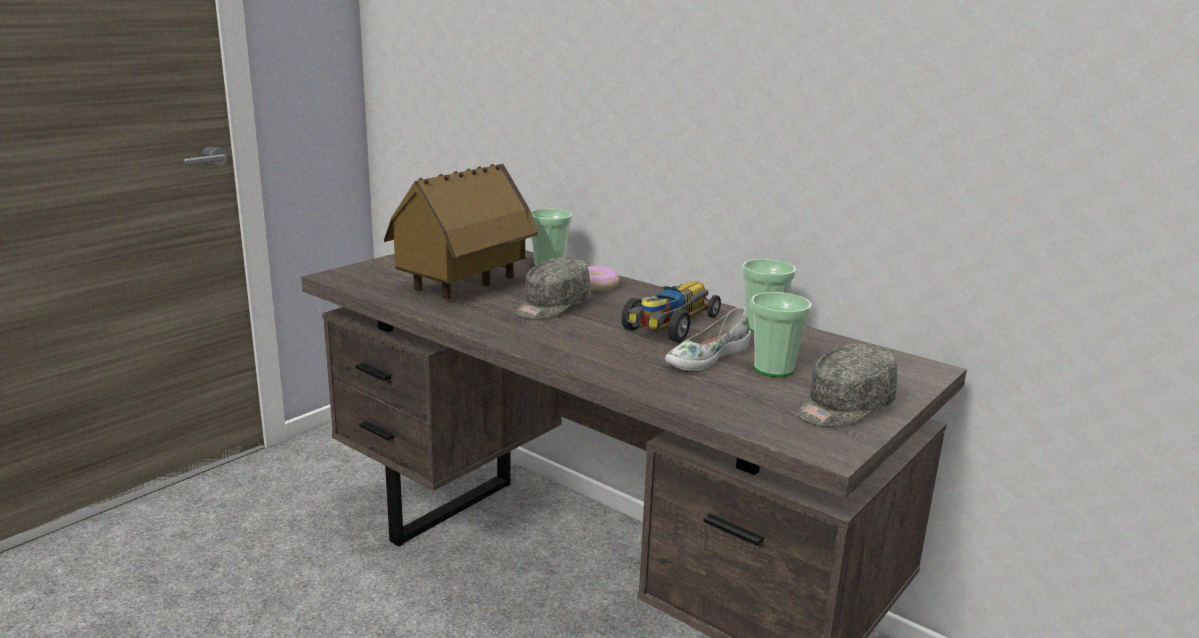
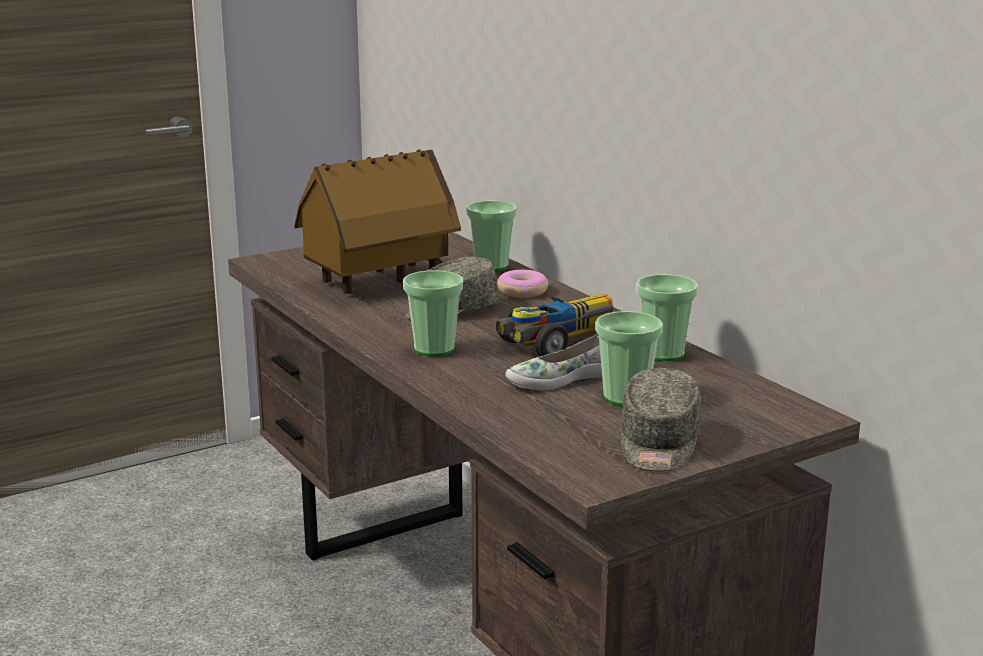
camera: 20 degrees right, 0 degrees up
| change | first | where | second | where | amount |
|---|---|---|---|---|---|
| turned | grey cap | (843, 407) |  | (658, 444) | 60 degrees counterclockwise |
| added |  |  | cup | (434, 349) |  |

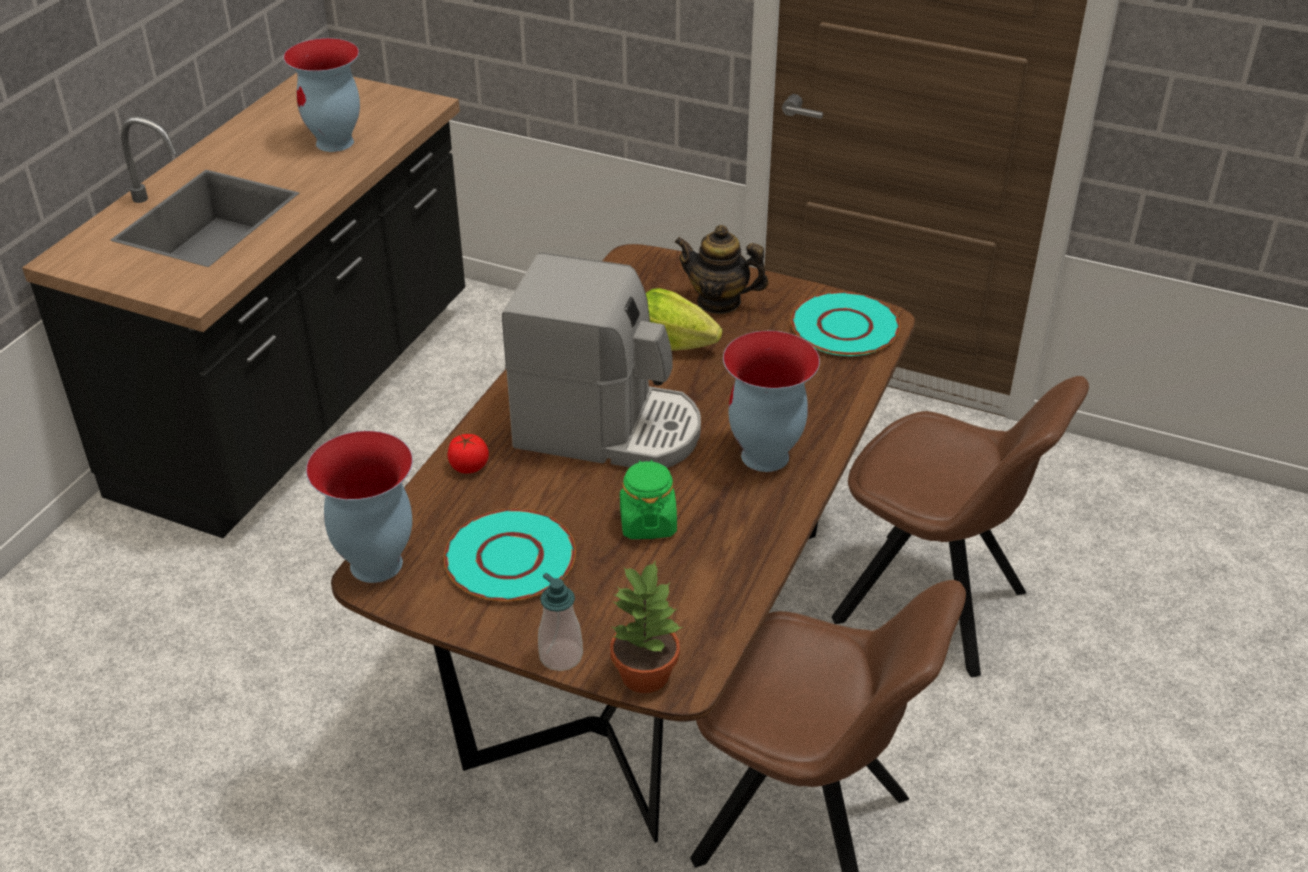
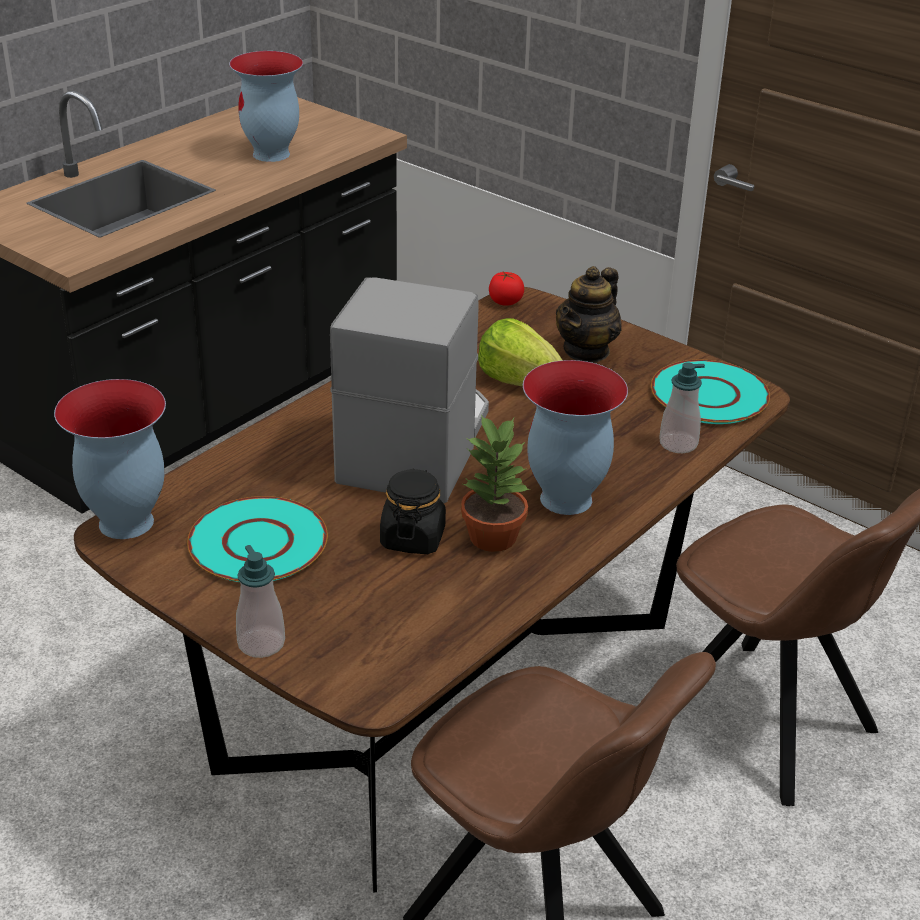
camera: 15 degrees right, 5 degrees down
| change | first | where | second | where | amount |
|---|---|---|---|---|---|
| moved | tomato | (469, 466) |  | (505, 301) |  |
| turned | coffee machine | (608, 429) |  | (416, 445) | 105 degrees counterclockwise |
| moved | potted plant | (645, 673) |  | (493, 536) |  |
| recoloured | green jar | (647, 523) | black jar | (413, 538) |  |
| turned | teapot | (719, 302) |  | (587, 351) | 90 degrees counterclockwise |
| added |  |  | soap dispenser | (678, 444) |  |

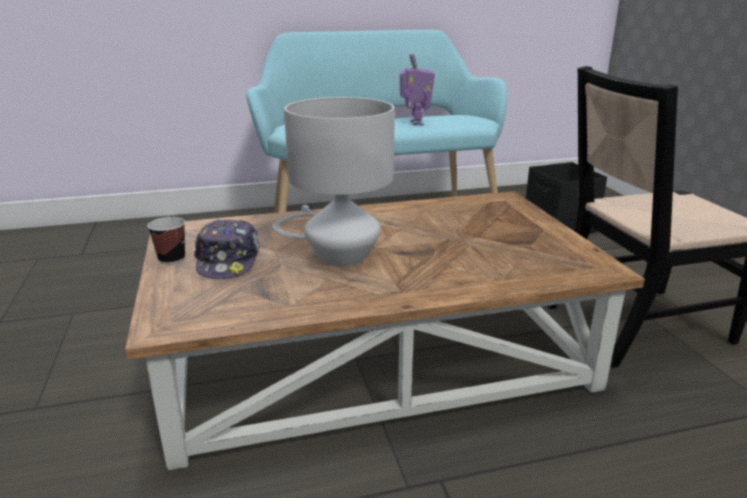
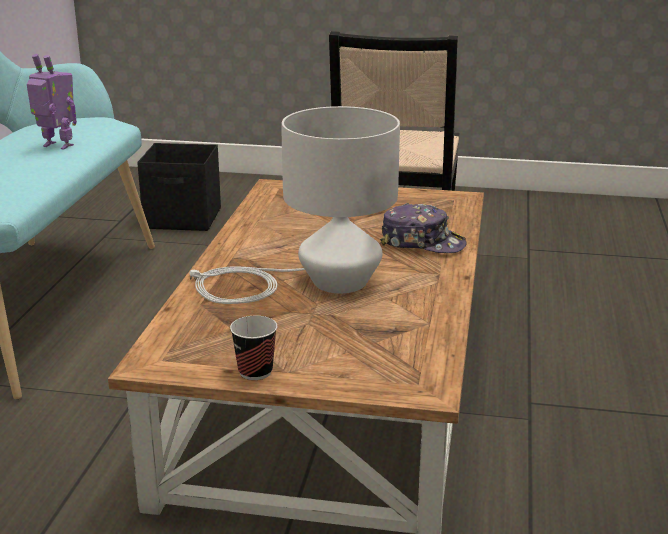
camera: 65 degrees left, 0 degrees up
| change | first | where | second | where | amount |
|---|---|---|---|---|---|
| moved | cap | (229, 261) |  | (422, 243) |  |

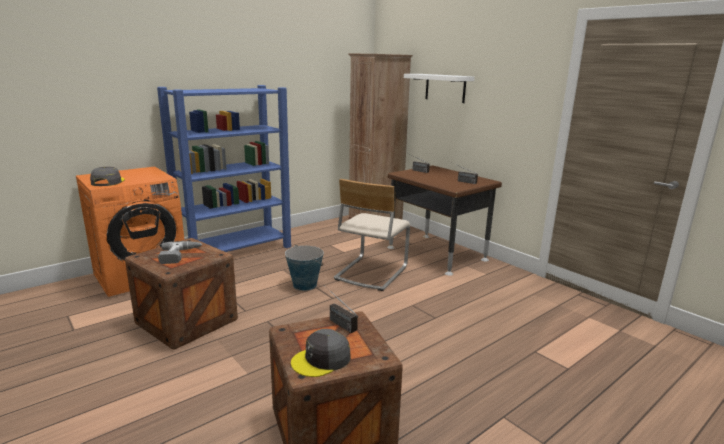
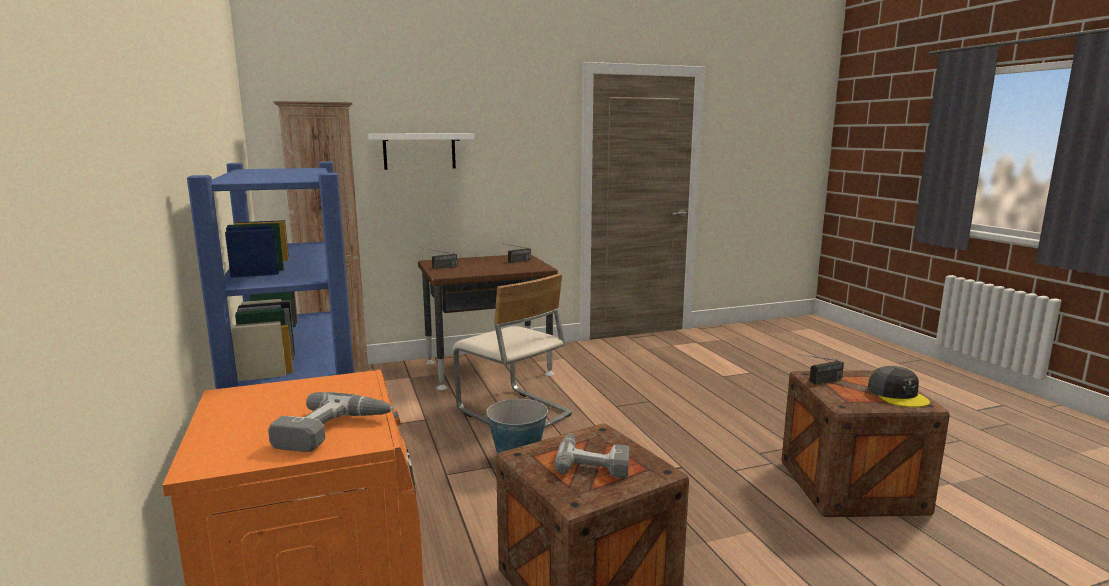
camera: 70 degrees left, 5 degrees down
| change | first | where | second | where | amount |
|---|---|---|---|---|---|
| replaced | grey cap | (107, 182) | power drill | (334, 431) |  |

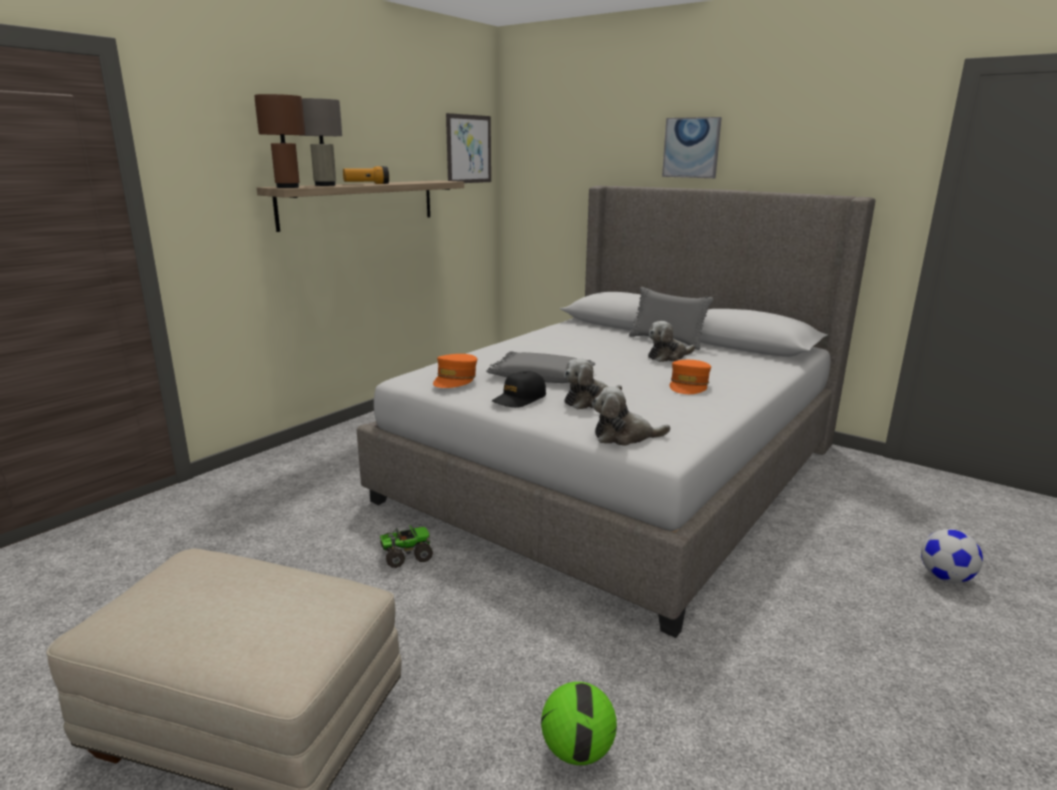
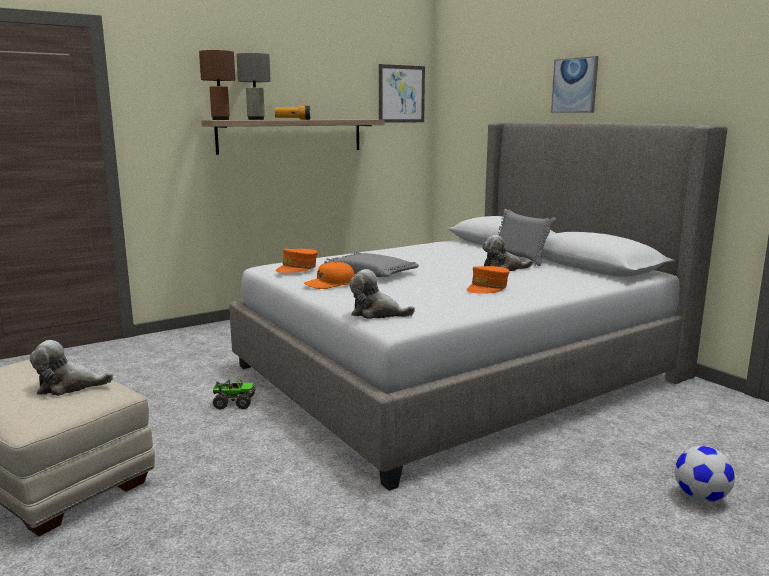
camera: 20 degrees right, 5 degrees down
| change | first | where | second | where | amount |
|---|---|---|---|---|---|
| recoloured | black cap | (519, 399) | orange cap | (330, 284) |  |
| removed | football | (577, 751) |  |  |  |
| moved | plush toy | (589, 401) |  | (68, 387) |  |

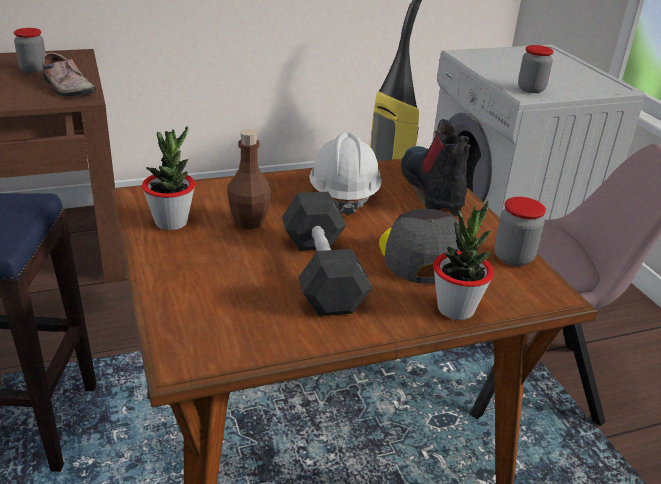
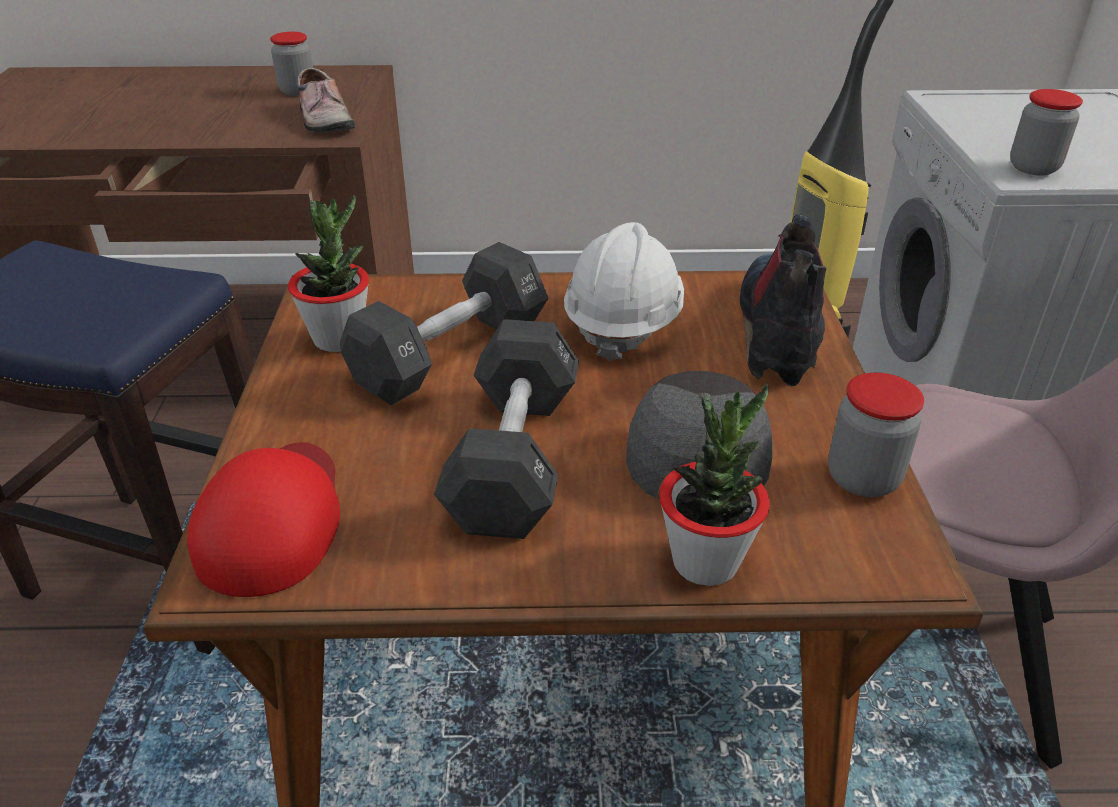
camera: 20 degrees right, 5 degrees up
| change | first | where | second | where | amount |
|---|---|---|---|---|---|
| replaced | brown bottle | (249, 222) | black dumbbell | (450, 353) |  |
| added |  |  | red cap | (274, 520) |  |

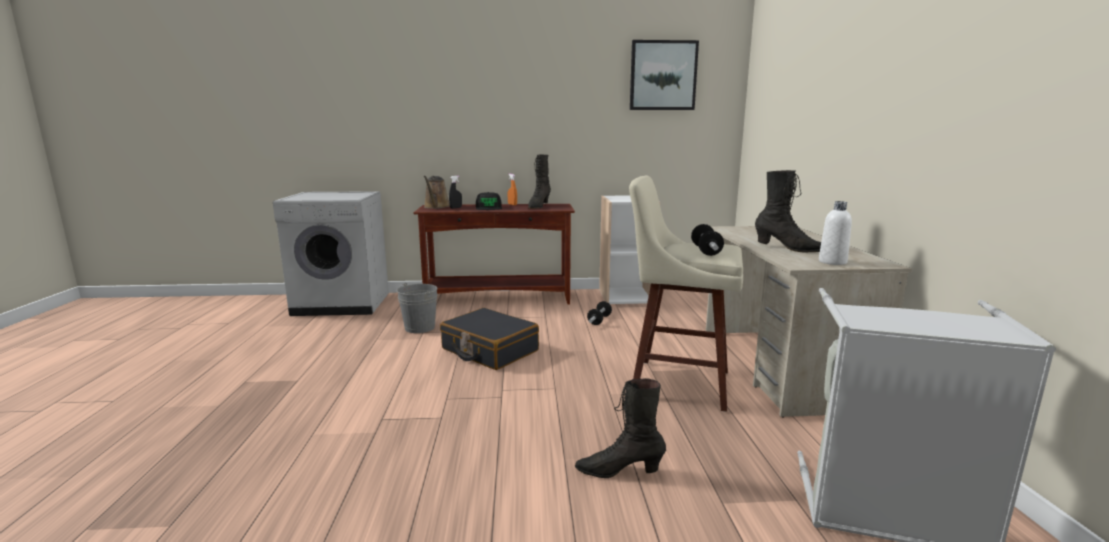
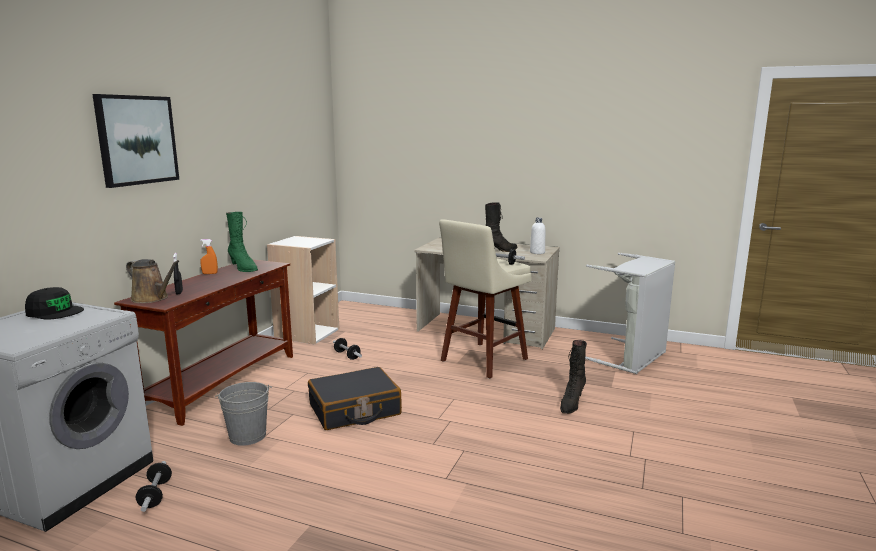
camera: 65 degrees left, 0 degrees up
| change | first | where | second | where | amount |
|---|---|---|---|---|---|
| moved | black cap | (489, 208) |  | (55, 312) |  |
| recoloured | black boot | (538, 206) | green boot | (243, 268) |  |
| moved | picture | (663, 75) |  | (136, 140) |  |
| added |  |  | dumbbell | (155, 495) |  |

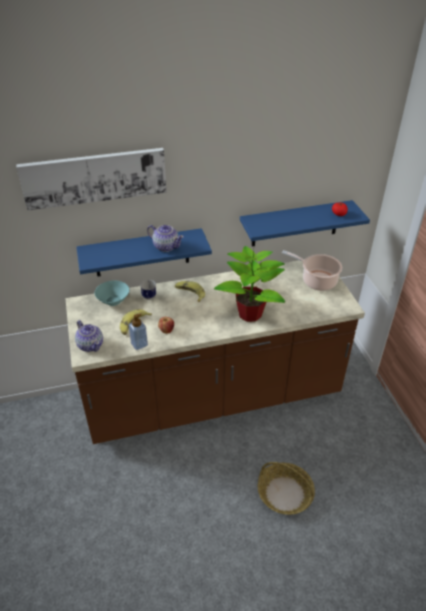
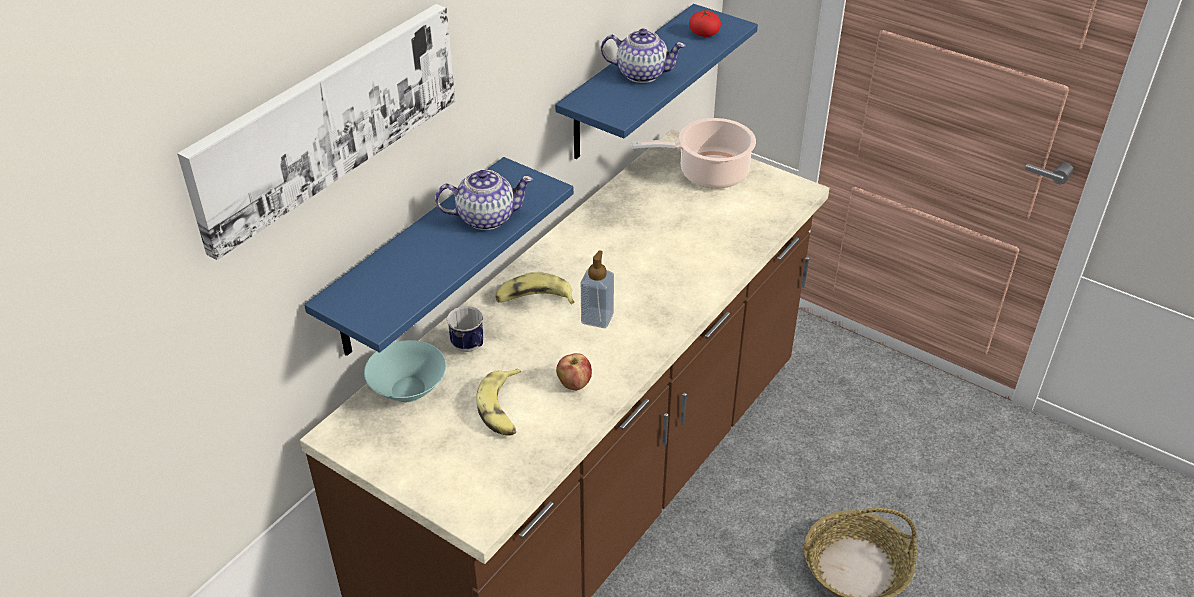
camera: 40 degrees left, 0 degrees up
| change | first | where | second | where | amount |
|---|---|---|---|---|---|
| moved | teapot | (90, 345) |  | (641, 74) |  |
| moved | soap dispenser | (139, 344) |  | (597, 318) |  |
| removed | potted plant | (250, 314) |  |  |  |

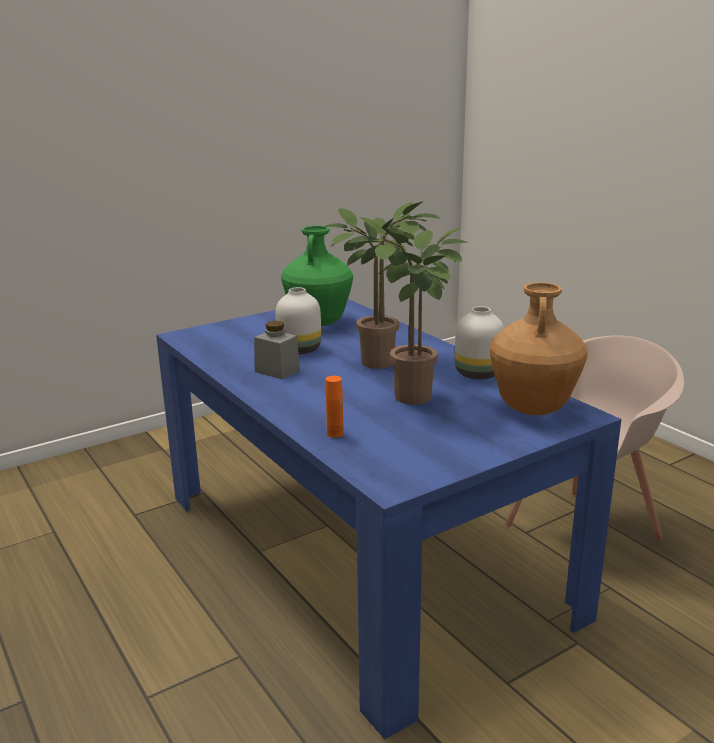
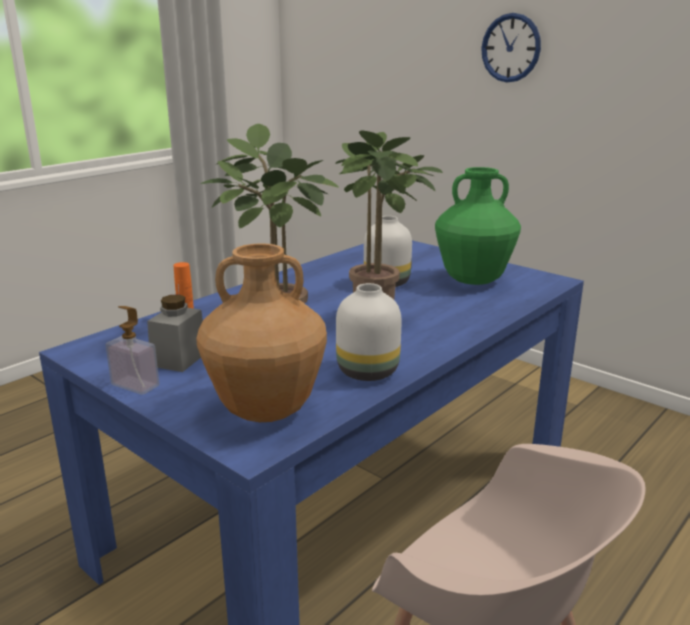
camera: 75 degrees right, 0 degrees up
| change | first | where | second | where | amount |
|---|---|---|---|---|---|
| moved | grey jar | (277, 371) |  | (179, 359) |  |
| added |  |  | soap dispenser | (135, 385) |  |
| added |  |  | wall clock | (511, 48) |  |

